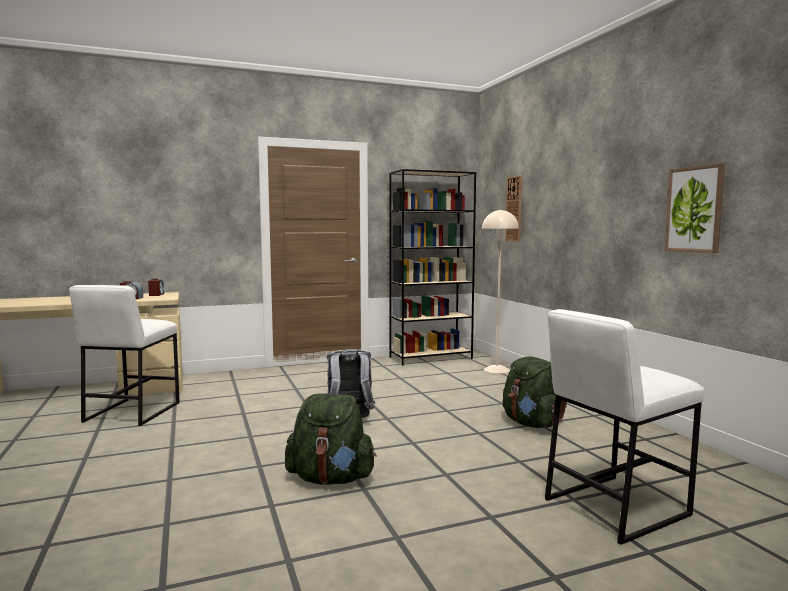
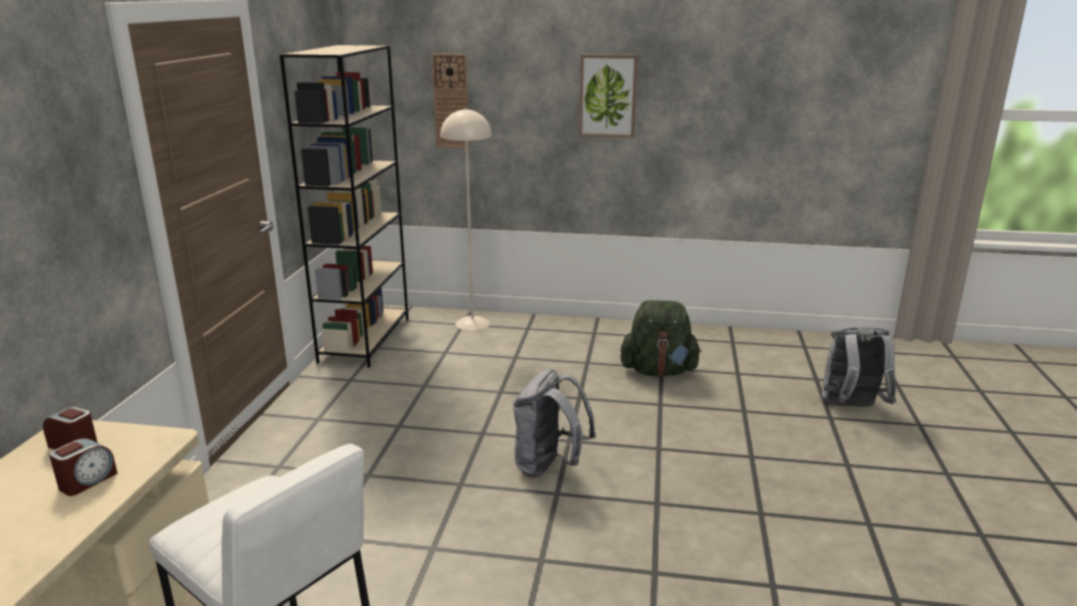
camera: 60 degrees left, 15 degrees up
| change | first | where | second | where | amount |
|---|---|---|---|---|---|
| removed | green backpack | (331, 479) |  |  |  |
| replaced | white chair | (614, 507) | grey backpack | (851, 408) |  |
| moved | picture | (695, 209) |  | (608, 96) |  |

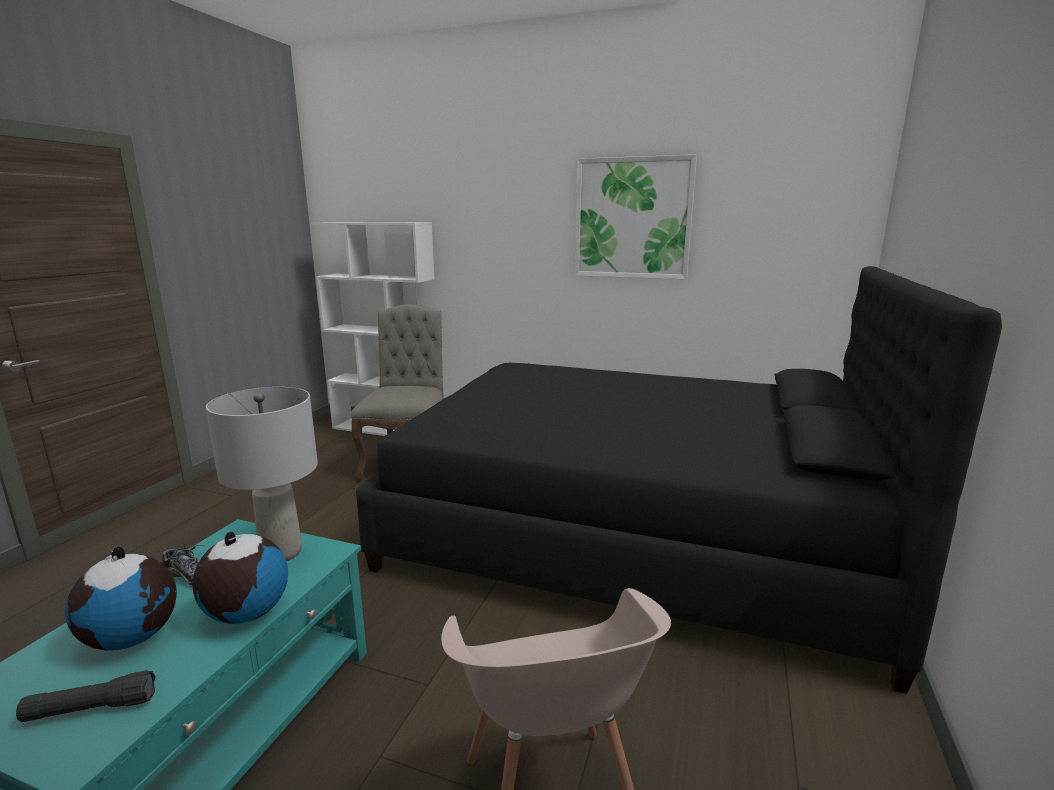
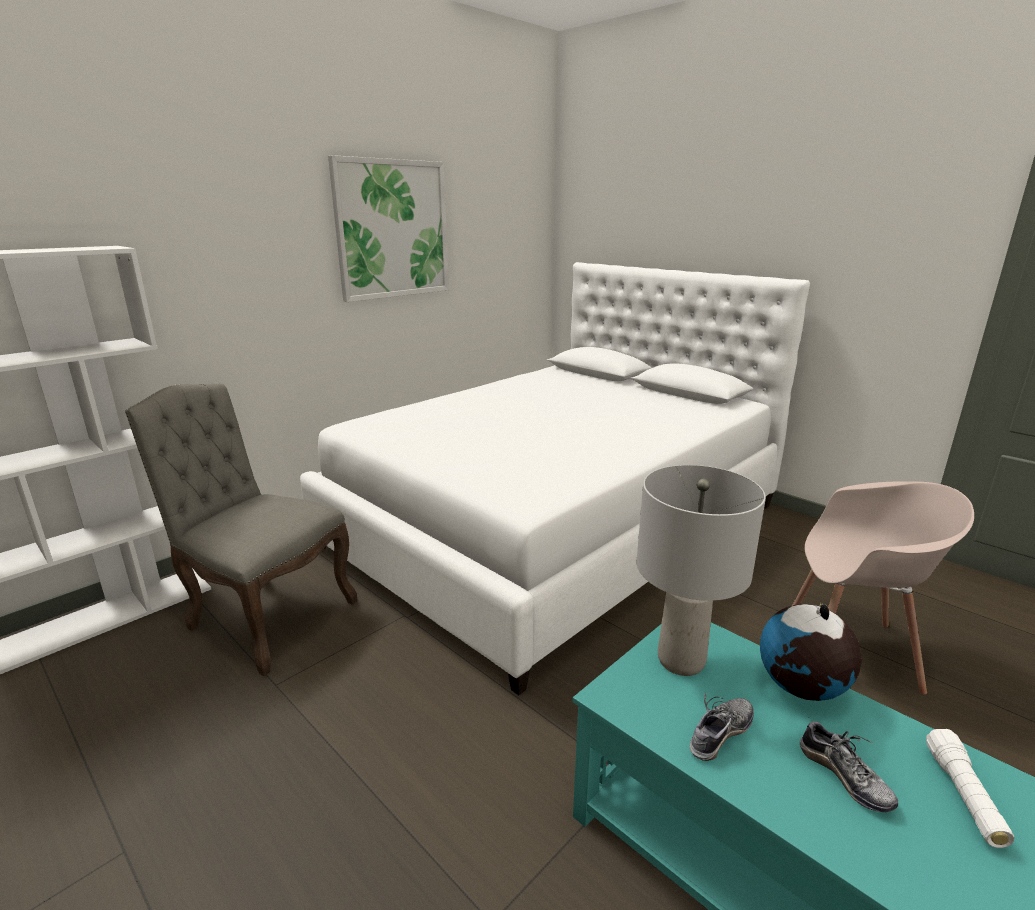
camera: 65 degrees left, 5 degrees up
| change | first | where | second | where | amount |
|---|---|---|---|---|---|
| recoloured | black flashlight | (91, 709) | white flashlight | (963, 796) |  |
| replaced | globe | (133, 638) | shoe | (844, 776) |  |
| recoloured | black bed | (631, 531) | white bed | (557, 525) |  |

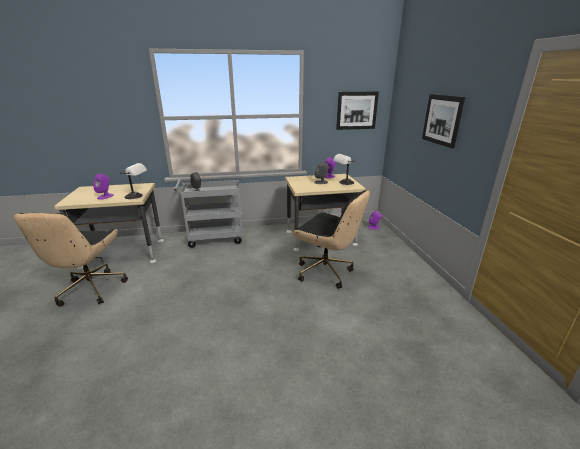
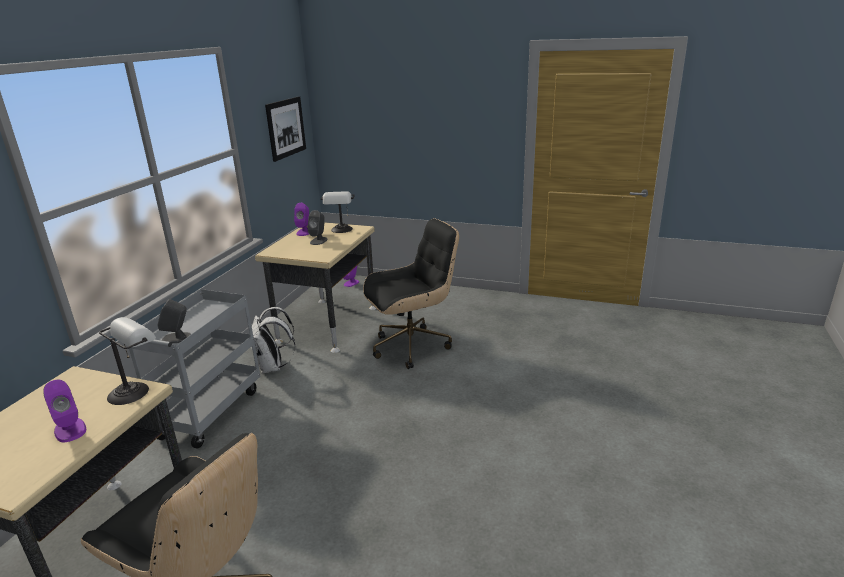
camera: 60 degrees left, 0 degrees up
| change | first | where | second | where | amount |
|---|---|---|---|---|---|
| removed | picture | (442, 120) |  |  |  |
| added |  |  | white backpack | (273, 367) |  |

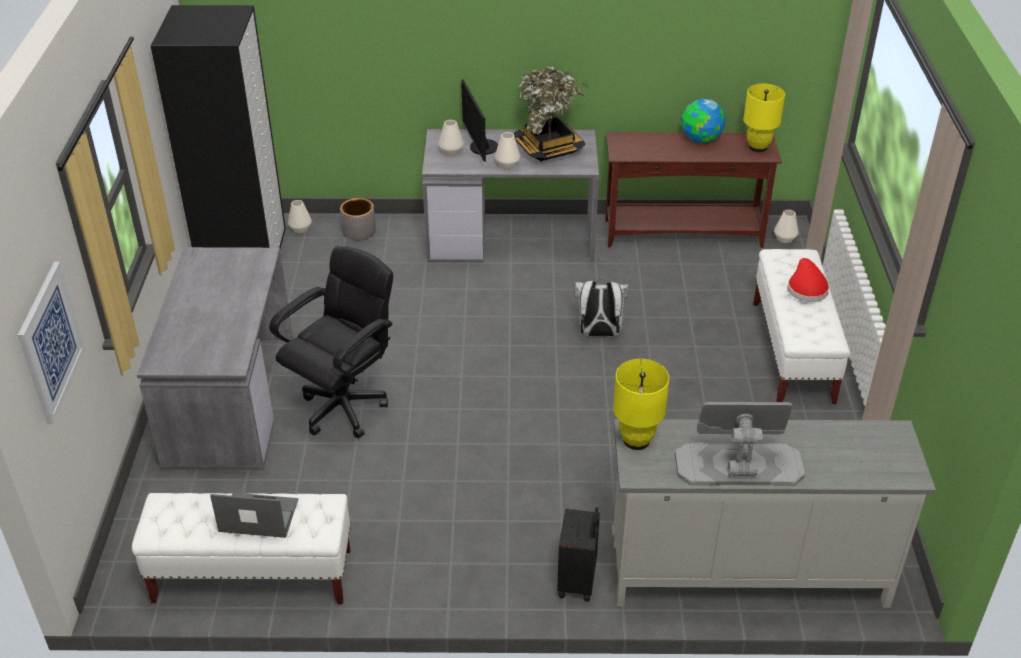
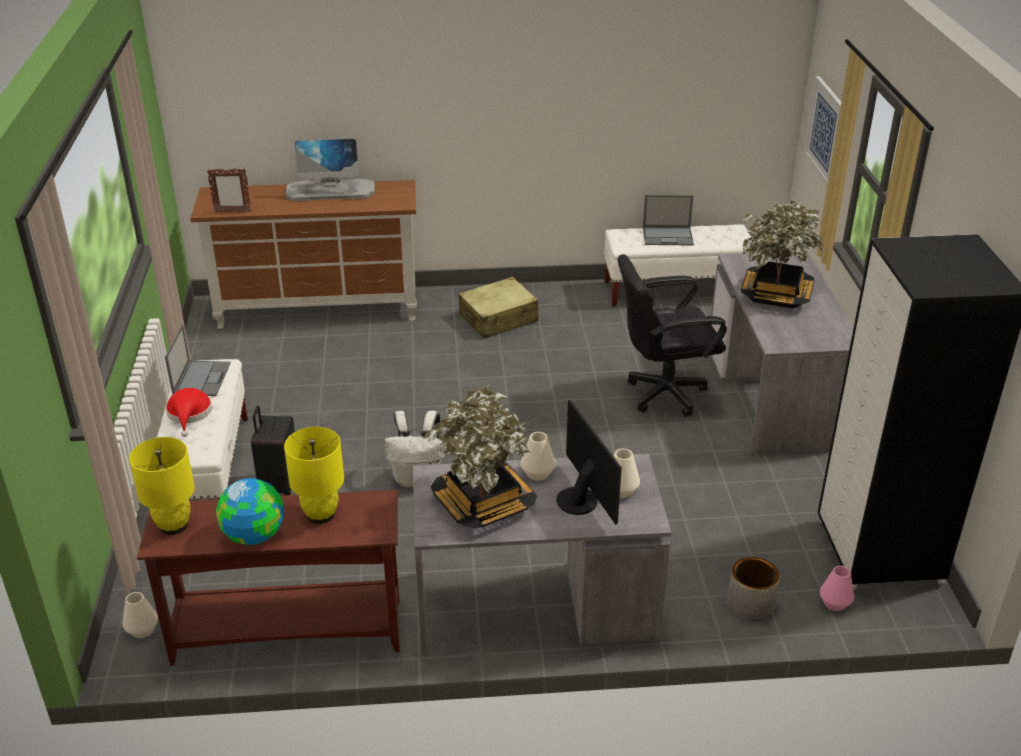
camera: 175 degrees right, 5 degrees down
| change | first | where | second | where | amount |
|---|---|---|---|---|---|
| turned | black office chair | (346, 406) |  | (662, 396) | 45 degrees clockwise |
| recoloured | white vase | (300, 229) | pink vase | (834, 603) |  |
| moved | black suitcase | (578, 581) |  | (279, 485) |  |
| recoloured | grey dresser | (745, 572) | brown dresser | (319, 310) |  |
| moved | yellow table lamp | (636, 440) |  | (321, 514) |  |
| added |  |  | laptop | (201, 378) |  |
| added |  |  | picture frame | (232, 212) |  |
| added |  |  | beige suitcase | (499, 318) |  |
| added |  |  | potted plant | (775, 295) |  |

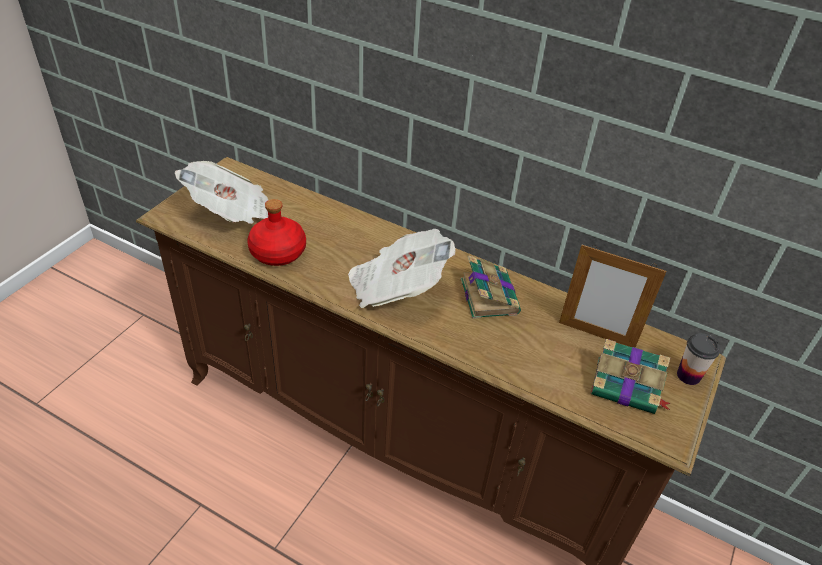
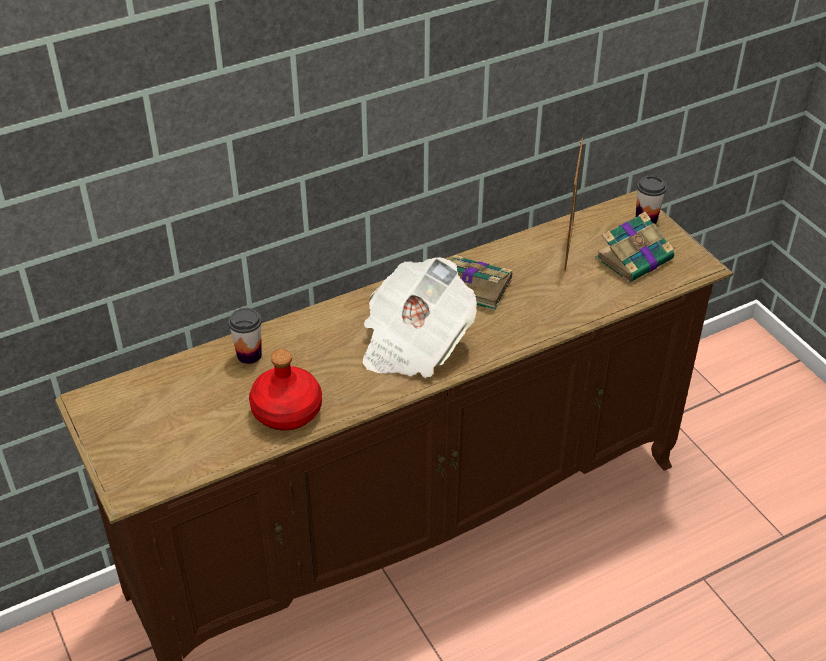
camera: 55 degrees left, 0 degrees up
| change | first | where | second | where | amount |
|---|---|---|---|---|---|
| removed | newspaper | (233, 214) |  |  |  |
| turned | picture frame | (596, 335) |  | (568, 245) | 45 degrees counterclockwise |
| added |  |  | cup | (249, 355) |  |

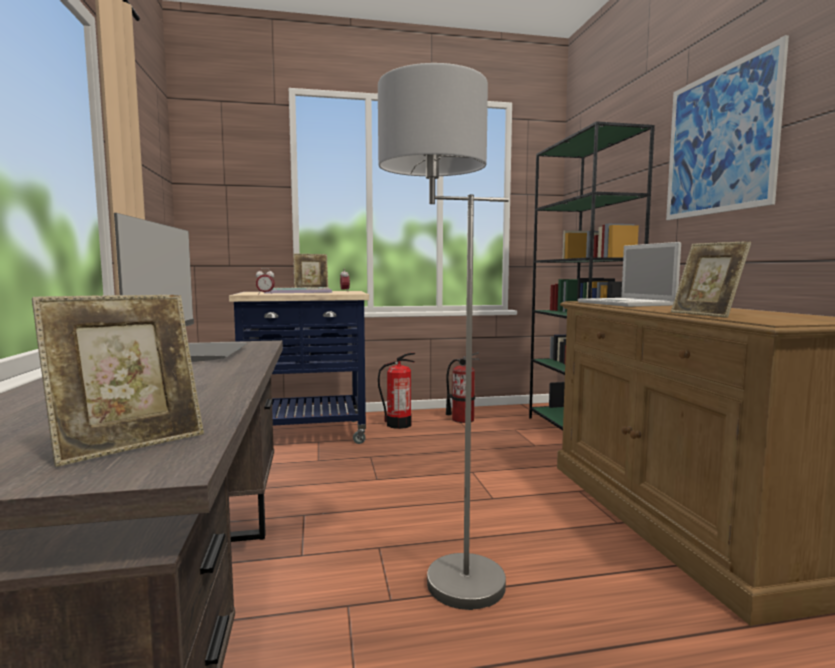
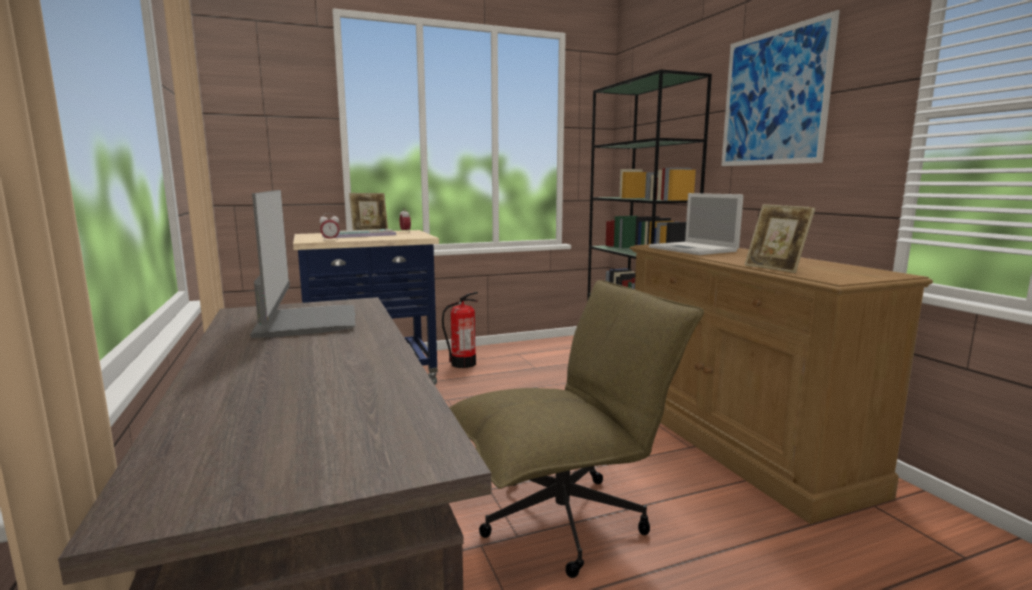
camera: 10 degrees left, 5 degrees up
| change | first | where | second | where | amount |
|---|---|---|---|---|---|
| removed | picture frame | (129, 444) |  |  |  |
| replaced | grey floor lamp | (442, 587) | beige office chair | (559, 520) |  |
| removed | fire extinguisher | (462, 419) |  |  |  |

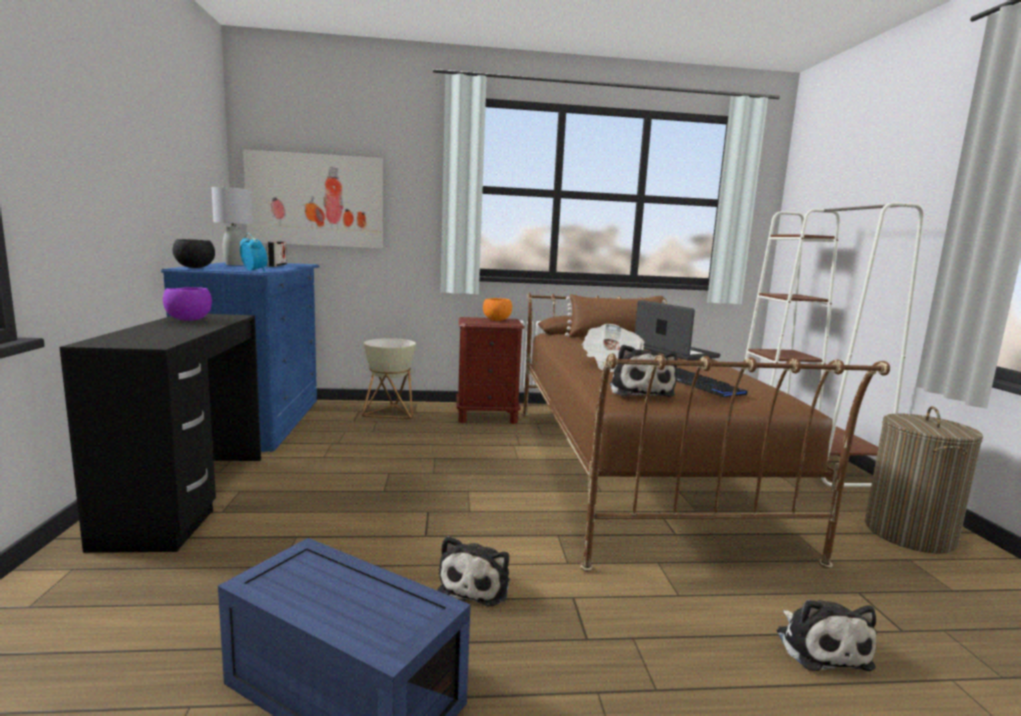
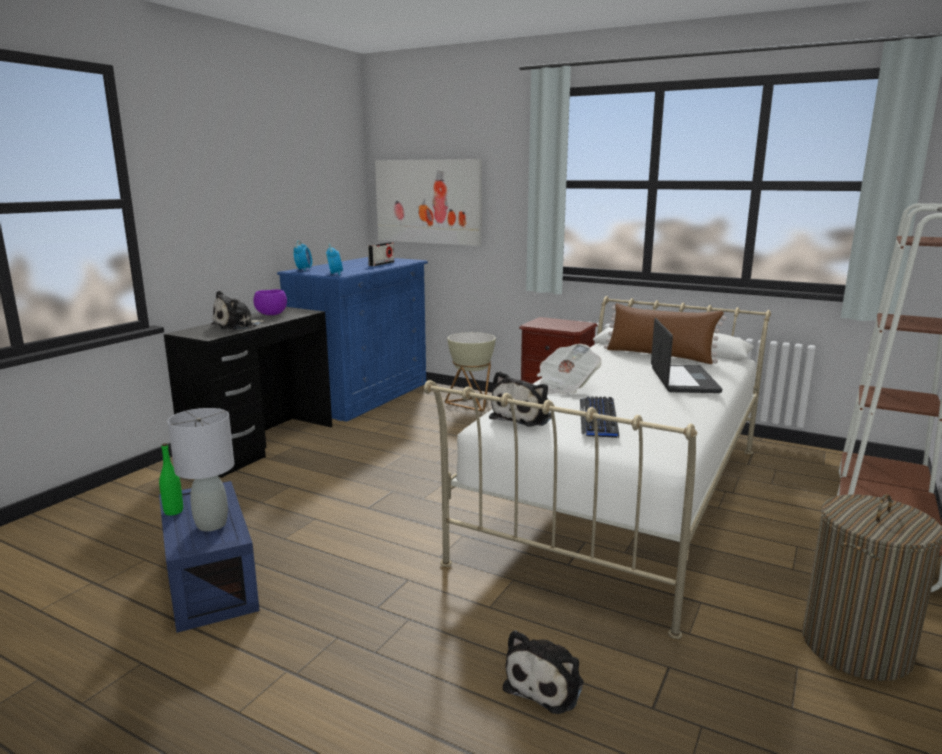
camera: 35 degrees right, 5 degrees up
| change | first | where | second | where | amount |
|---|---|---|---|---|---|
| replaced | black bowl | (194, 267) | alarm clock | (304, 269) |  |
| moved | grey table lamp | (235, 264) |  | (211, 524) |  |
| moved | plush toy | (477, 585) |  | (237, 326) |  |
| removed | orange bowl | (496, 320) |  |  |  |
| recoloured | brown bed | (632, 470) | white bed | (621, 500) |  |
| added |  |  | green bottle | (173, 511) |  |

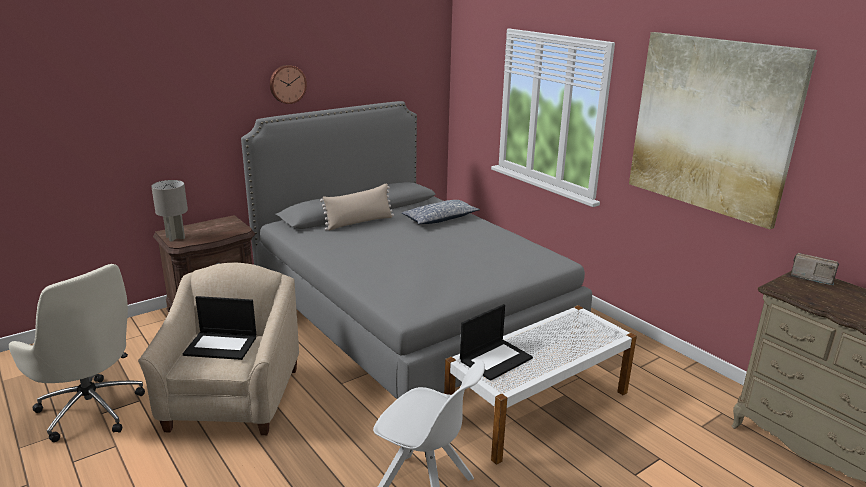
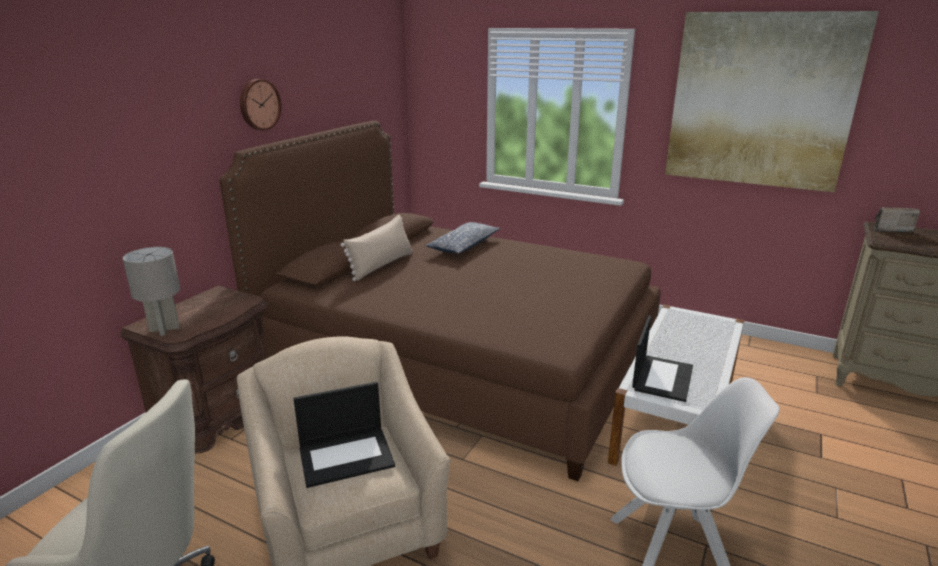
camera: 25 degrees left, 0 degrees up
| change | first | where | second | where | amount |
|---|---|---|---|---|---|
| recoloured | grey bed | (408, 313) | brown bed | (458, 359) |  |

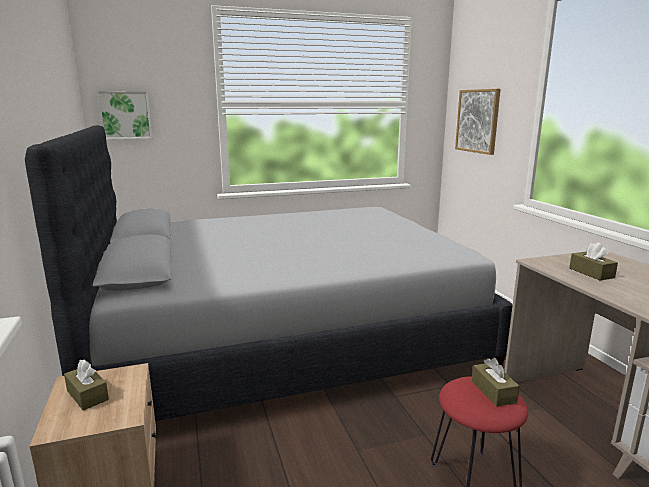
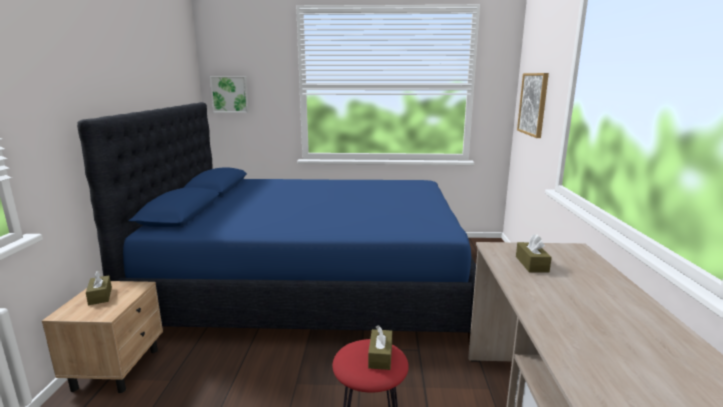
camera: 20 degrees right, 0 degrees up
| change | first | where | second | where | amount |
|---|---|---|---|---|---|
| recoloured | grey bed | (284, 338) | blue bed | (313, 284) |  |

